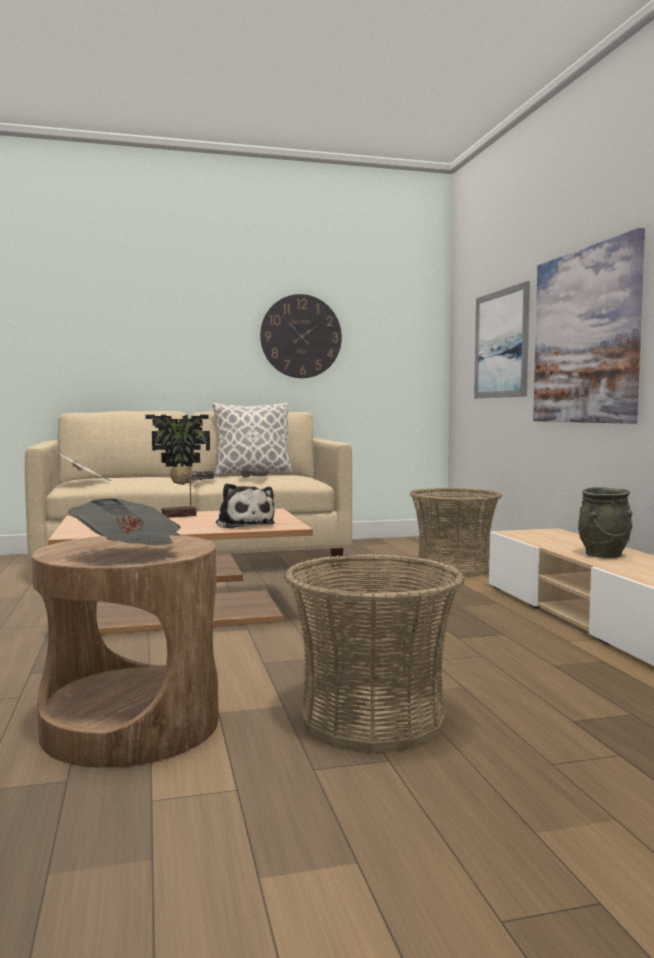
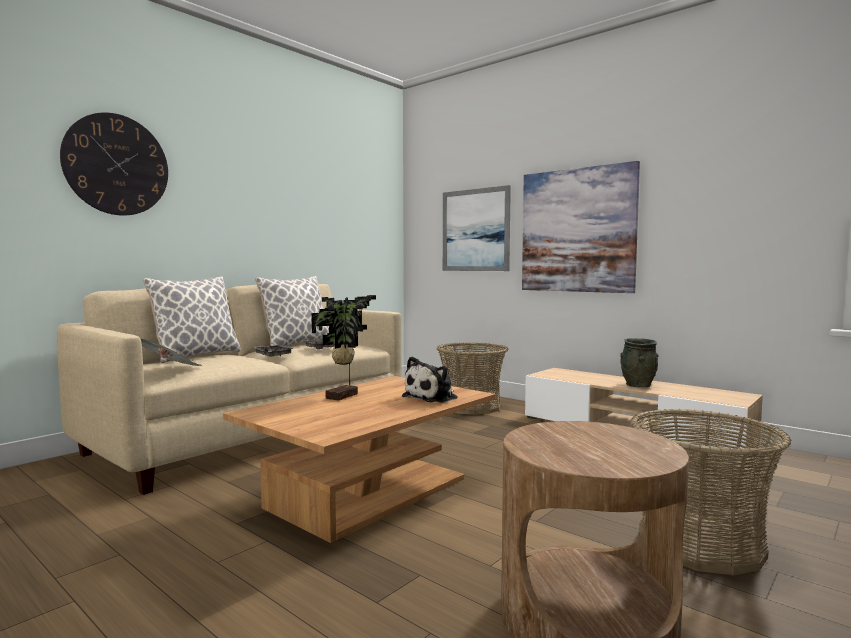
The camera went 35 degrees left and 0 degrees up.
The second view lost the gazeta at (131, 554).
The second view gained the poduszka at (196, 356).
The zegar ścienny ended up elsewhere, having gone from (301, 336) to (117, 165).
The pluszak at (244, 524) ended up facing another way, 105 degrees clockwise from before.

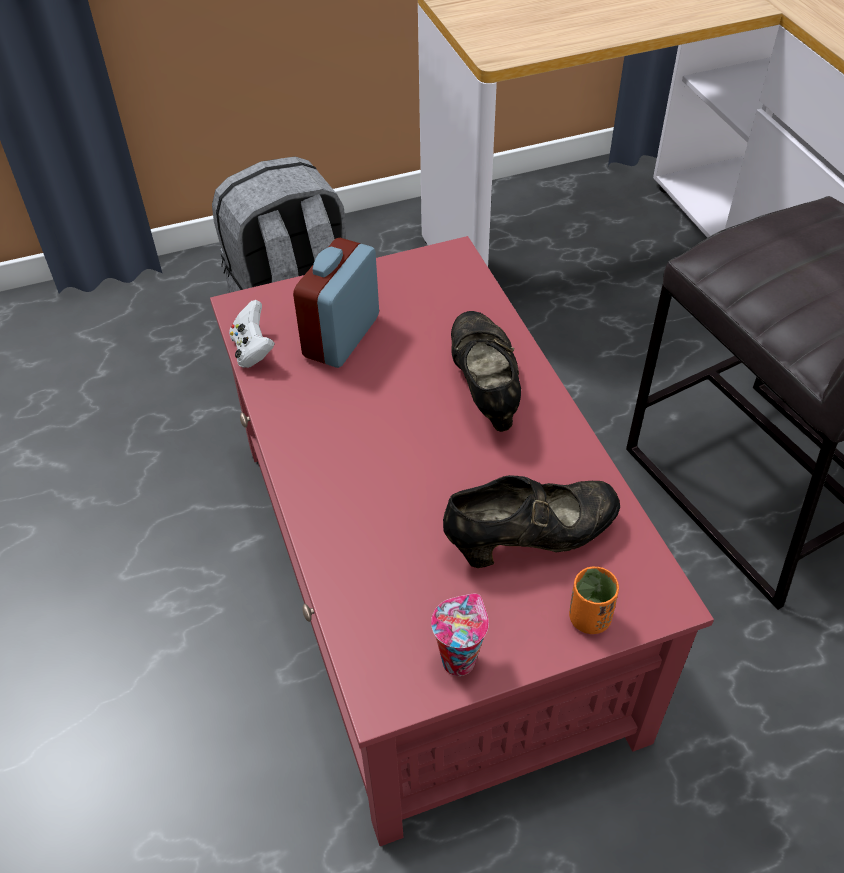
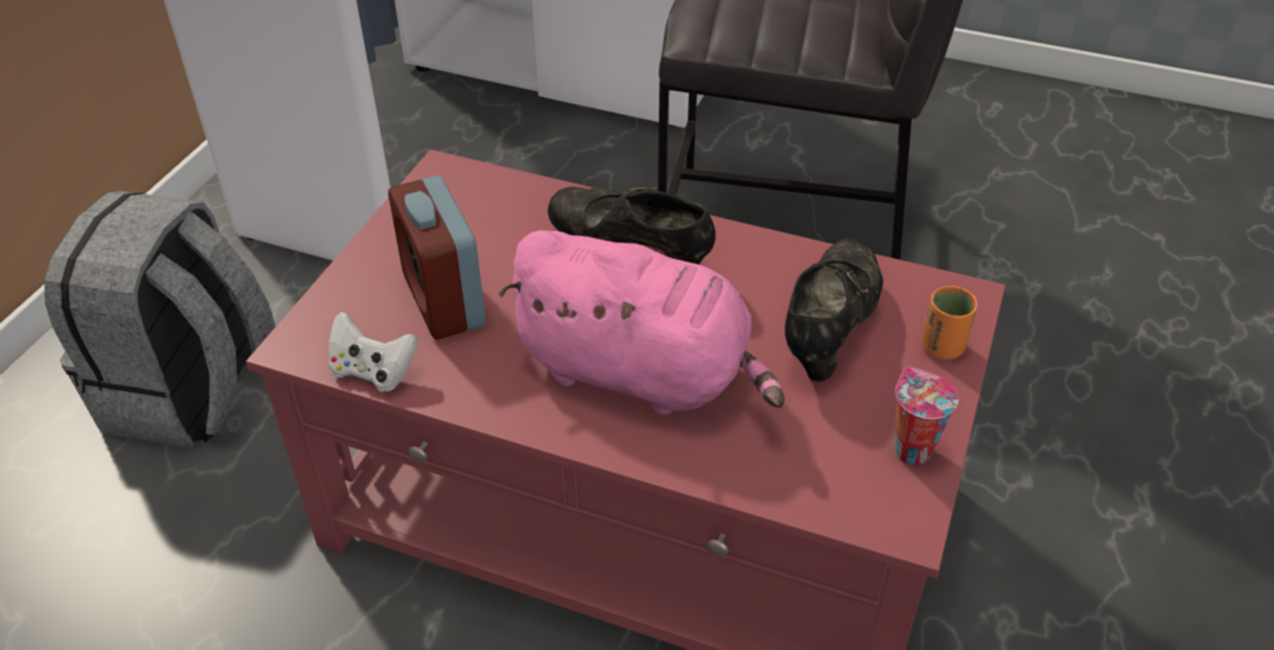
The camera went 50 degrees left and 5 degrees down.
The second view gained the pluszak [różowy] at (641, 373).

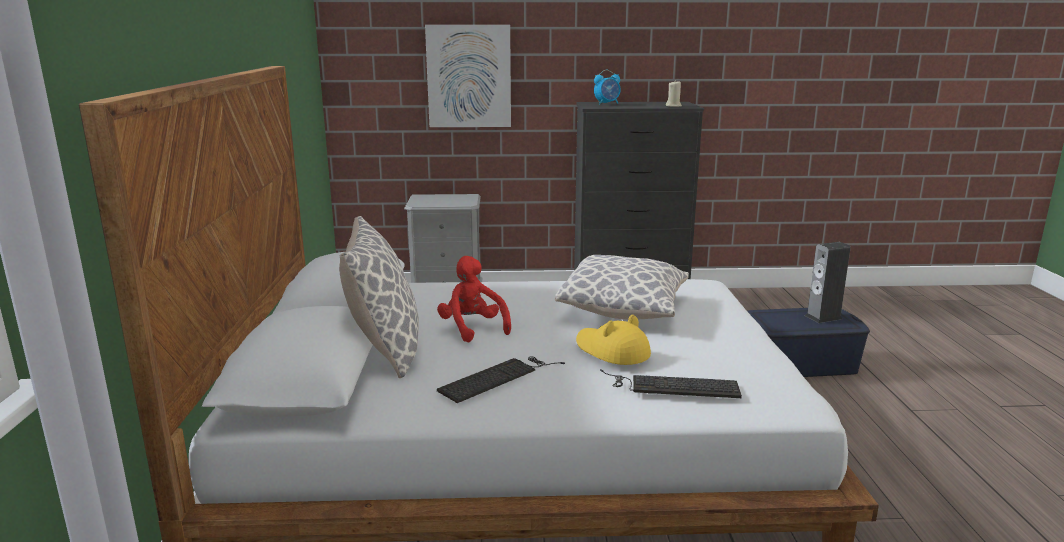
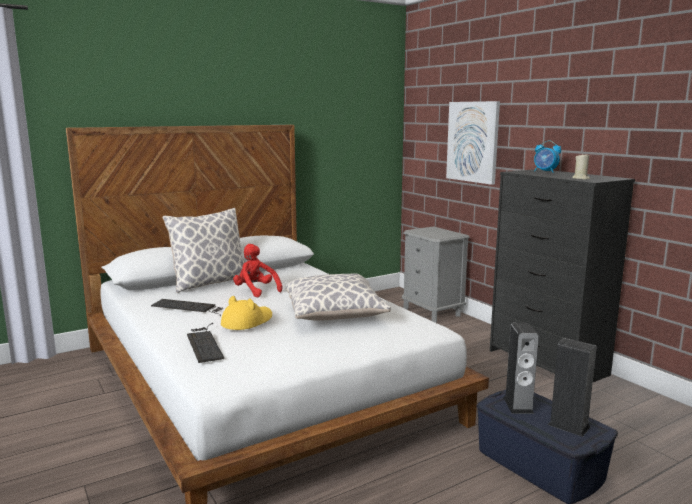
The camera went 60 degrees right and 5 degrees down.
The second view gained the głośnik at (518, 405).
The pluszak [czerwony] at (472, 328) ended up facing another way, 75 degrees counterclockwise from before.

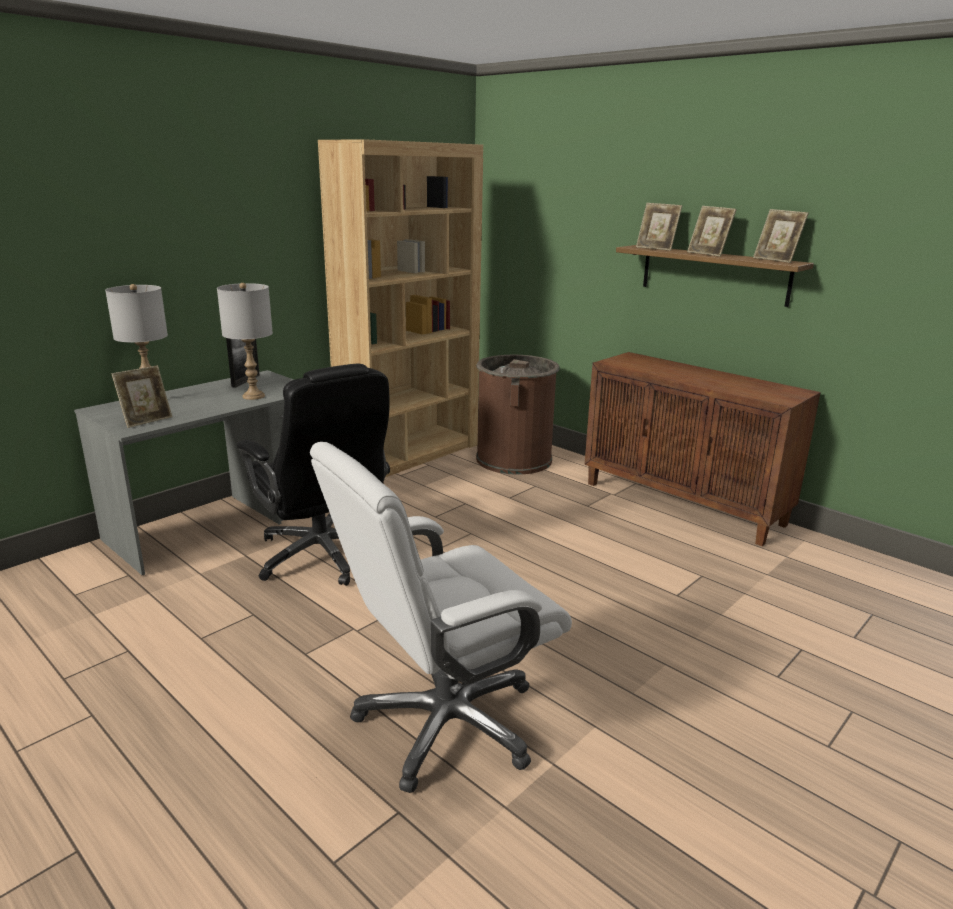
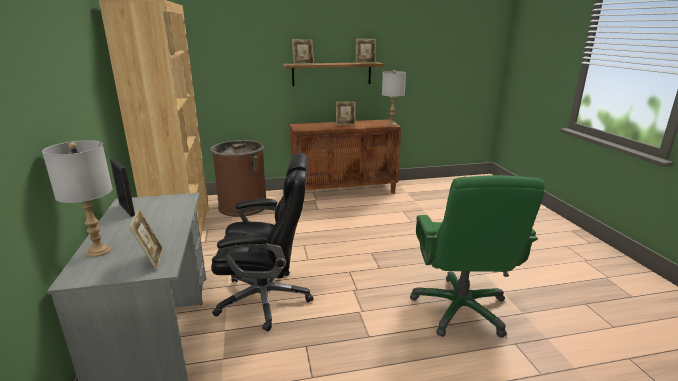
The camera went 55 degrees left and 0 degrees up.
The lampa stołowa [szary] ended up elsewhere, having gone from (253, 396) to (391, 124).
The ramka na zdjęcie ended up elsewhere, having gone from (708, 254) to (345, 124).
What was the krzesło biurowe [biały] at (446, 723) turned into the krzesło biurowe [zielony] at (460, 309).

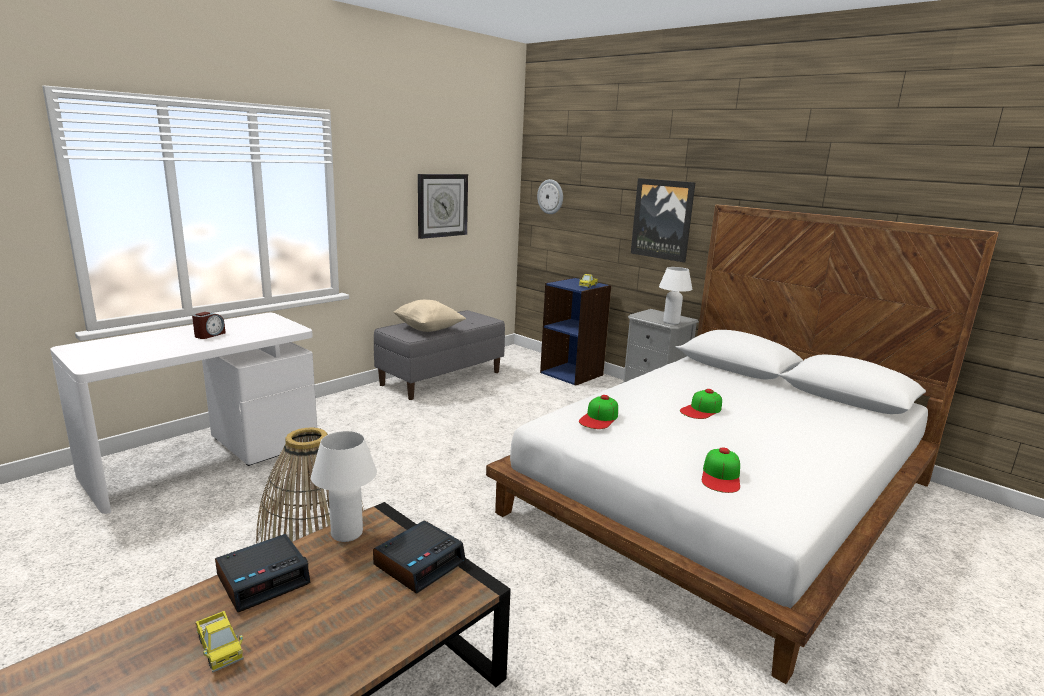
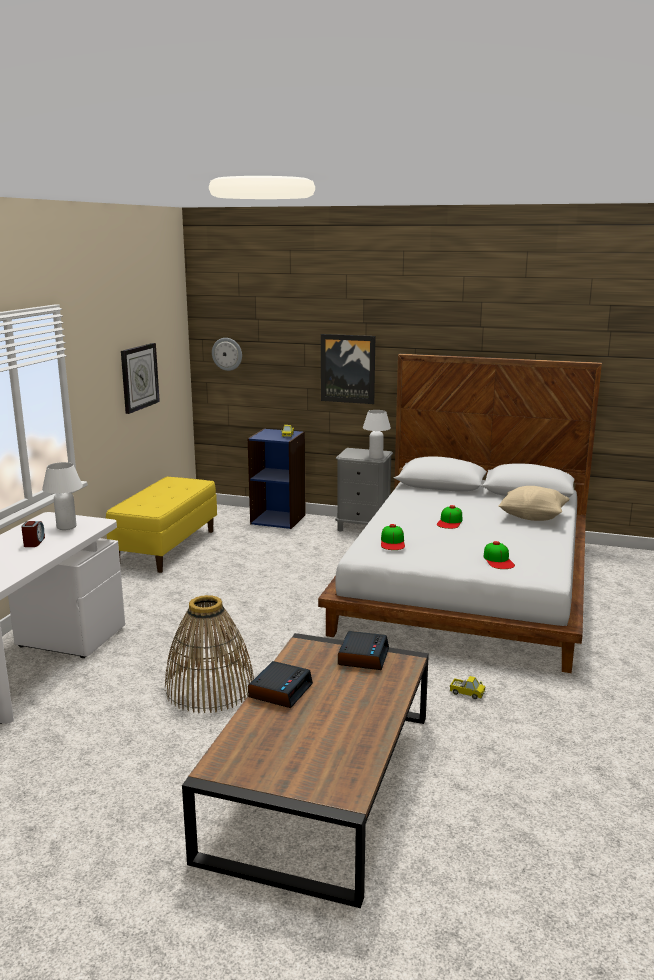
The camera went 25 degrees left and 0 degrees up.
The ciężarówka zabawkowa ended up elsewhere, having gone from (220, 649) to (467, 693).
The lampa stołowa [biały] ended up elsewhere, having gone from (347, 533) to (66, 527).
The poduszka [beżowy] ended up elsewhere, having gone from (428, 329) to (532, 517).
What was the ławka [szary] at (441, 378) turned into the ławka [żółty] at (166, 547).

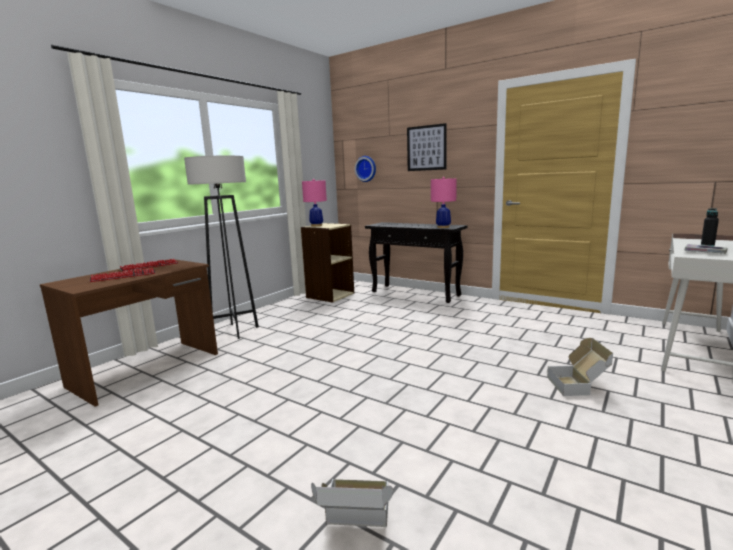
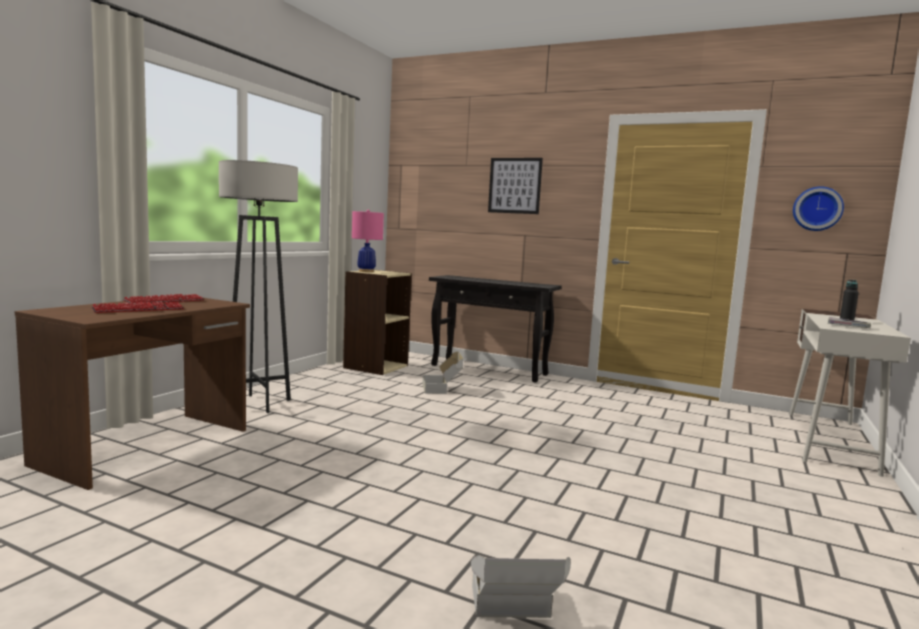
The camera went 10 degrees left and 5 degrees down.
The second view lost the lampa stołowa [różowy] at (443, 227).
The zegar ścienny ended up elsewhere, having gone from (366, 169) to (817, 209).
The karton ended up elsewhere, having gone from (578, 385) to (442, 389).

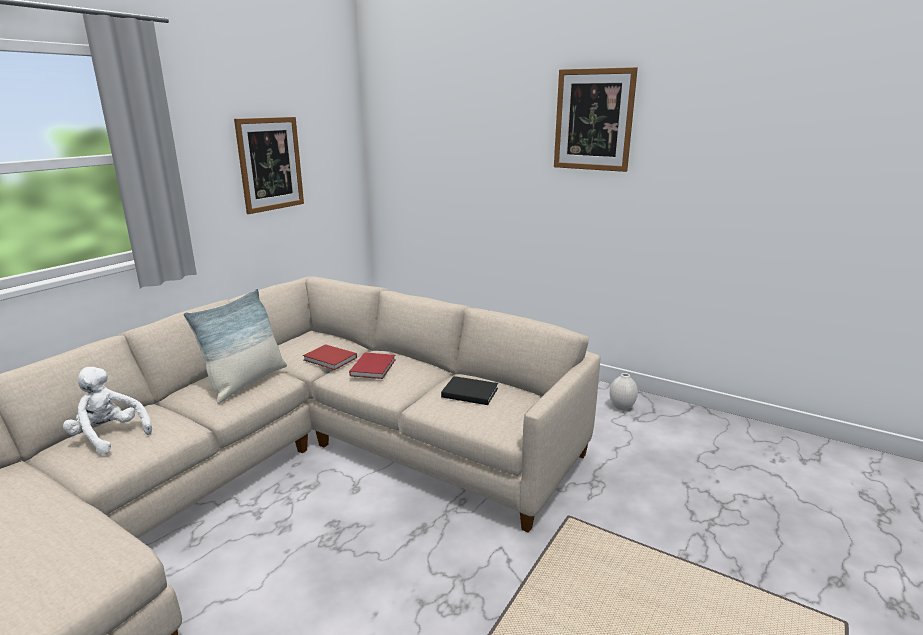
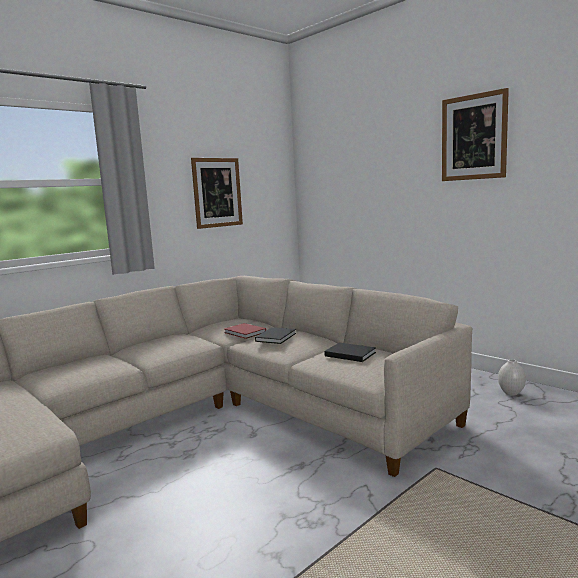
The camera went 15 degrees right and 10 degrees down.
The second view lost the pluszak [biały] at (109, 436).
The second view lost the poduszka at (246, 382).
What was the książka [czerwony] at (374, 367) turned into the książka [czarny] at (277, 337).

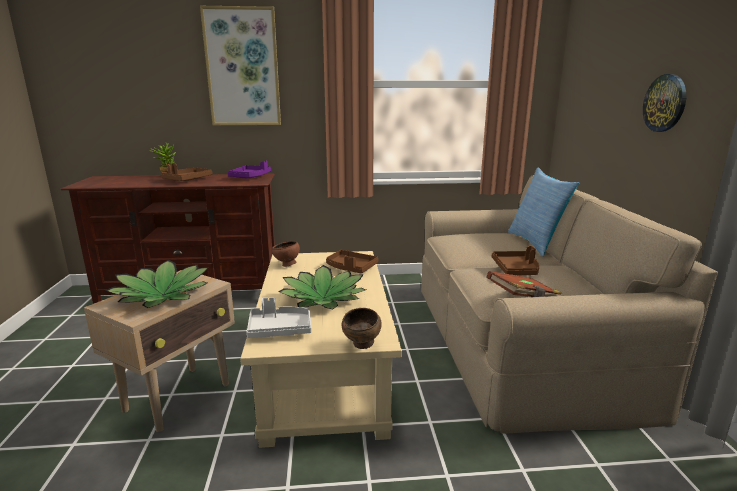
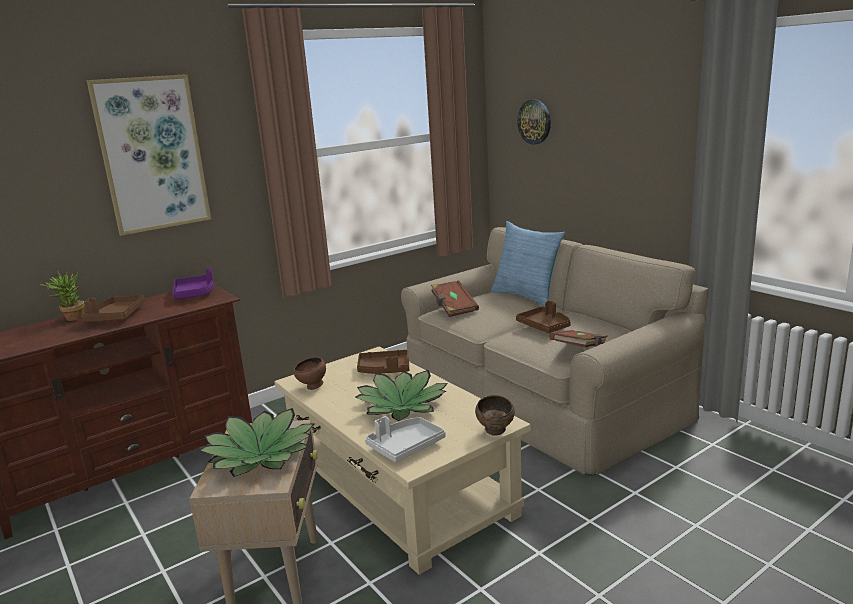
The camera went 30 degrees left and 0 degrees up.
The second view gained the książka [brązowy] at (453, 308).
The zegar ścienny ended up elsewhere, having gone from (665, 103) to (534, 122).

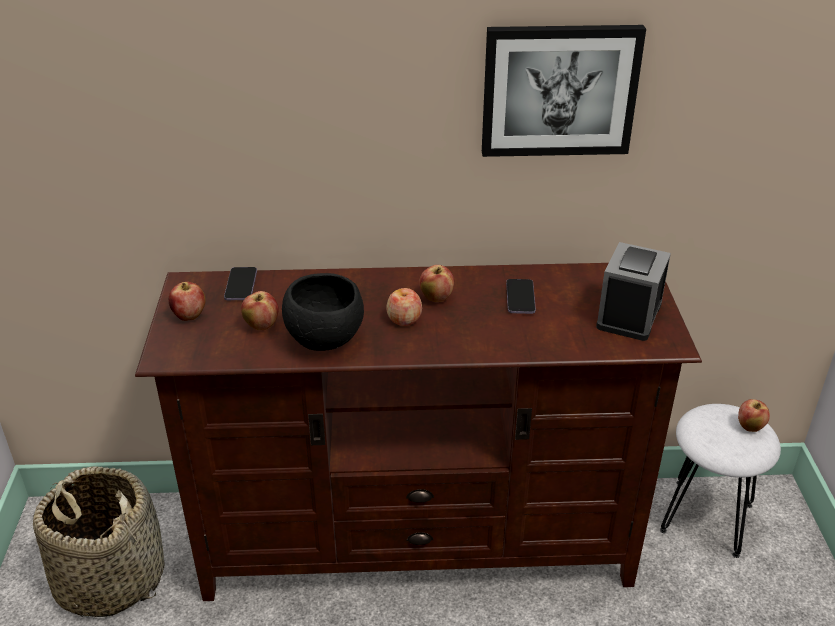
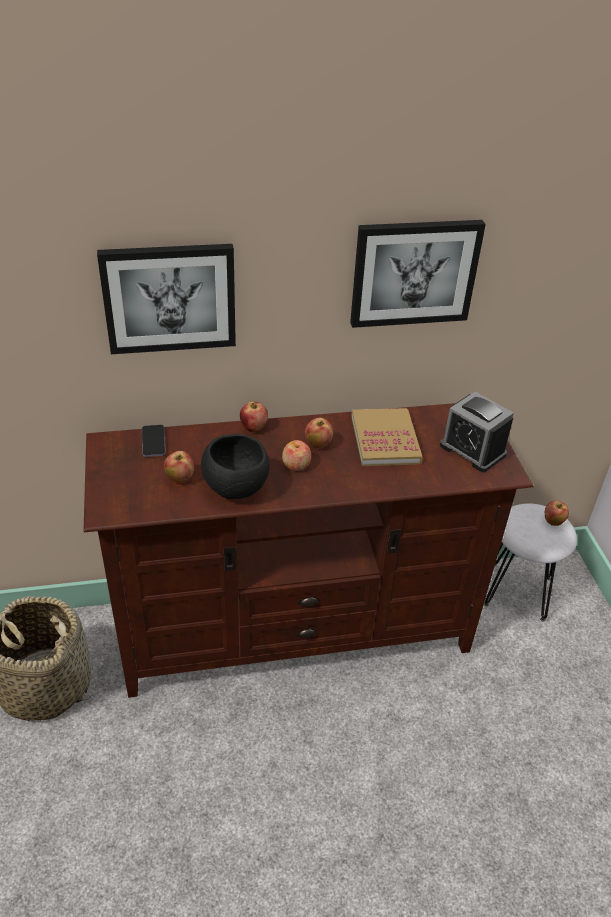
The camera went 10 degrees left and 5 degrees up.
The second view gained the obraz at (169, 297).
The jabłko ended up elsewhere, having gone from (189, 316) to (253, 428).
Where the telefon stood at (520, 298), the książka came to stand at (385, 440).
The budzik at (629, 315) ended up facing another way, 60 degrees counterclockwise from before.

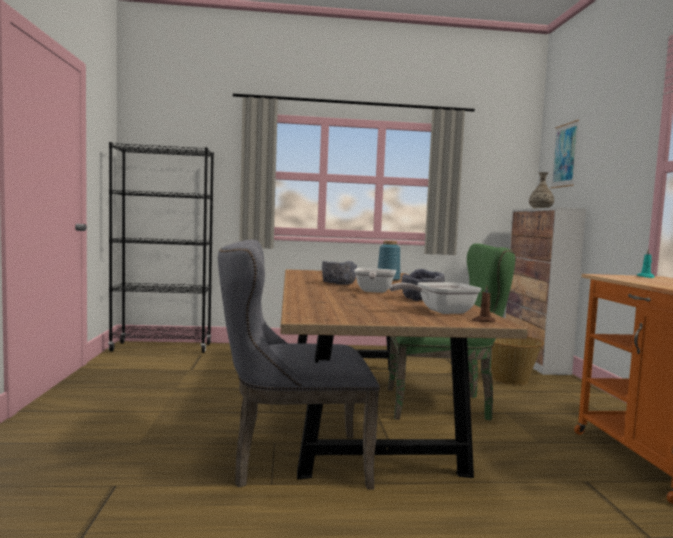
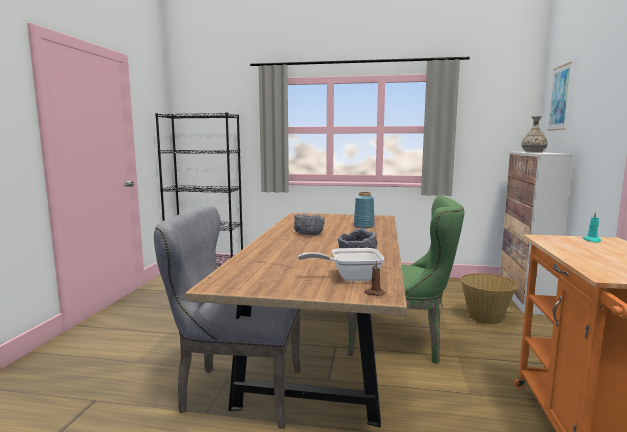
The camera went 15 degrees right and 5 degrees up.
The second view lost the patelnia at (373, 291).

